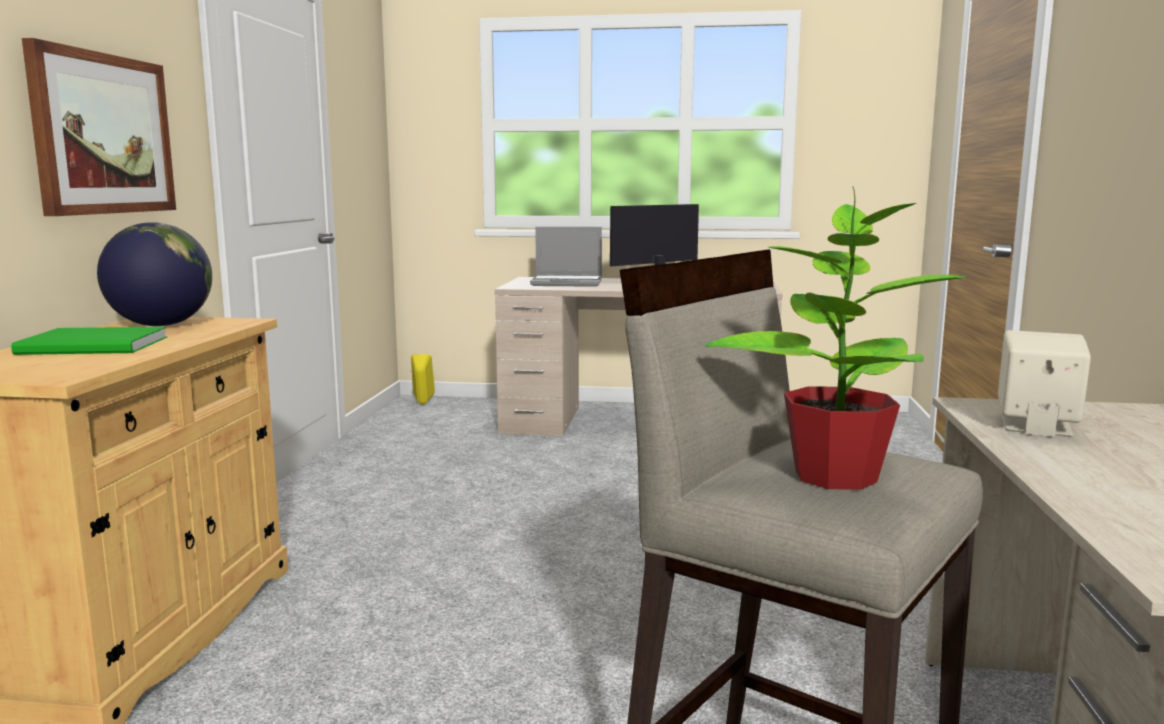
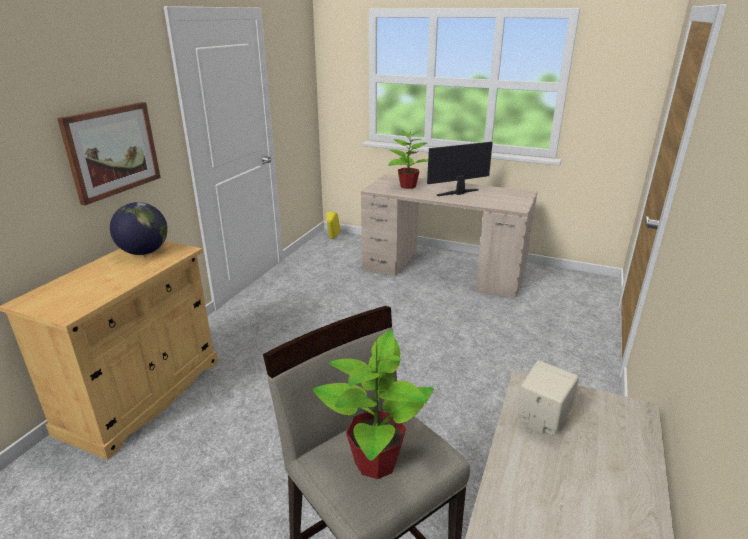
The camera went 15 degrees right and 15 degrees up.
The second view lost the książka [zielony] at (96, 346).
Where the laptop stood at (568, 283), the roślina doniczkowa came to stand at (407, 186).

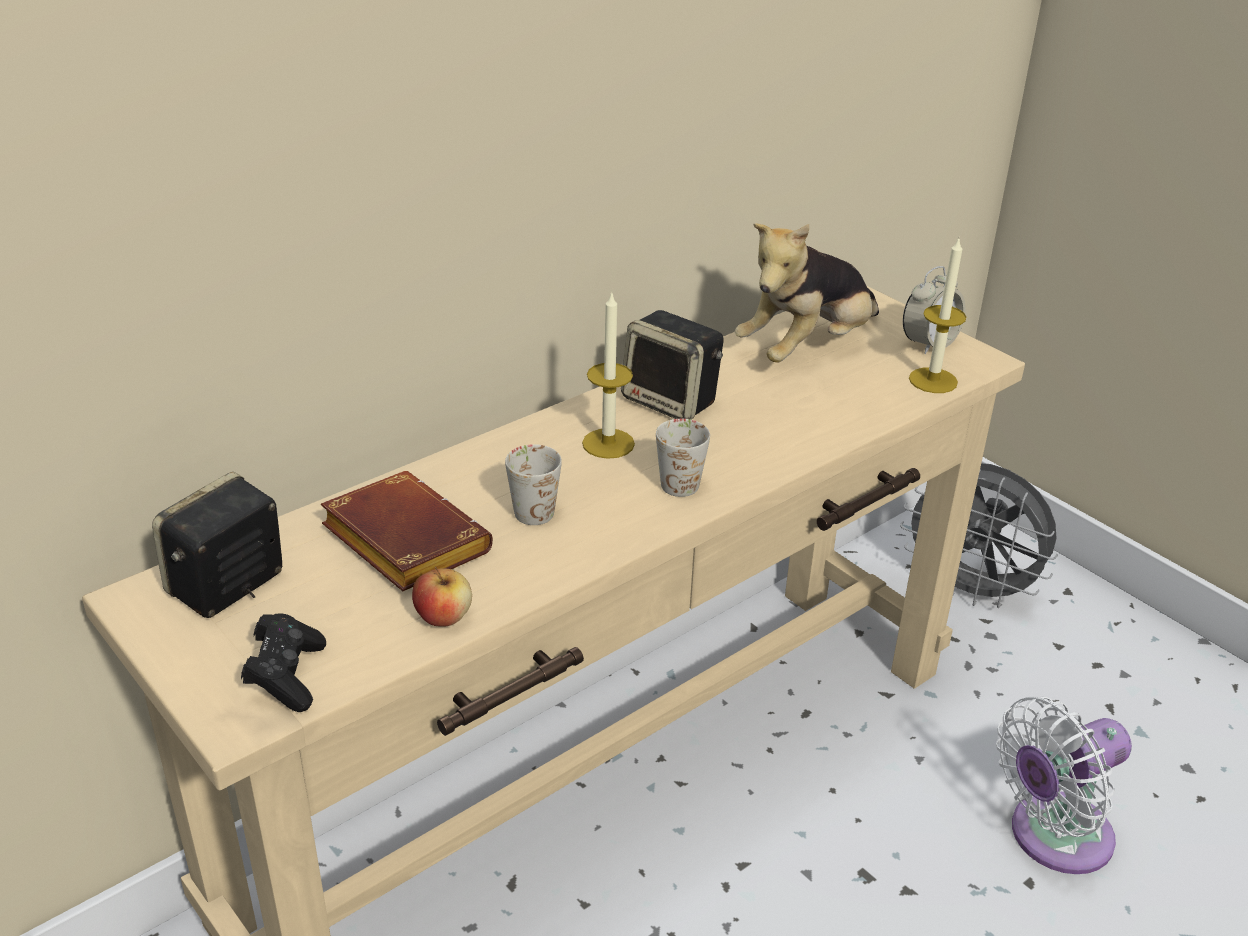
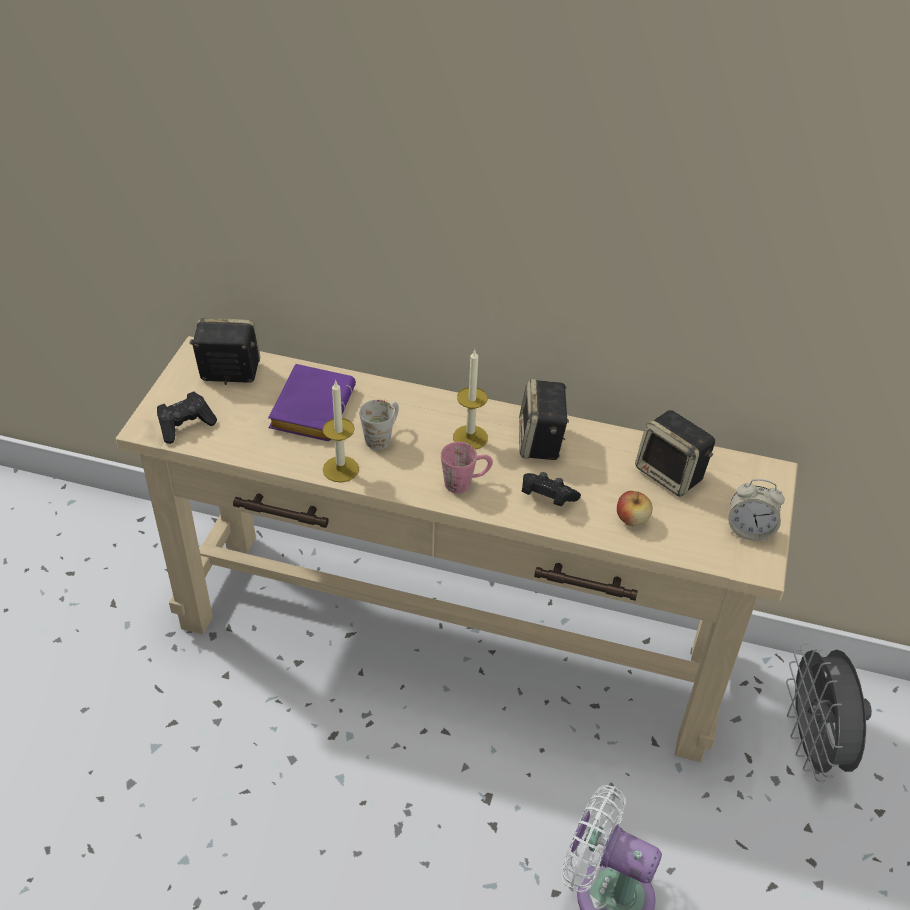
The camera went 55 degrees right and 10 degrees up.
The second view gained the pad do gier [czarny] at (546, 498).
The jabłko ended up elsewhere, having gone from (443, 617) to (632, 519).
The świeca ended up elsewhere, having gone from (933, 380) to (341, 469).
Where the pluszak stood at (807, 348), the głośnik came to stand at (671, 474).
What was the książka [brązowy] at (400, 541) turned into the książka [fioletowy] at (311, 407).
What was the kubek [biały] at (682, 478) turned into the kubek [różowy] at (466, 482).

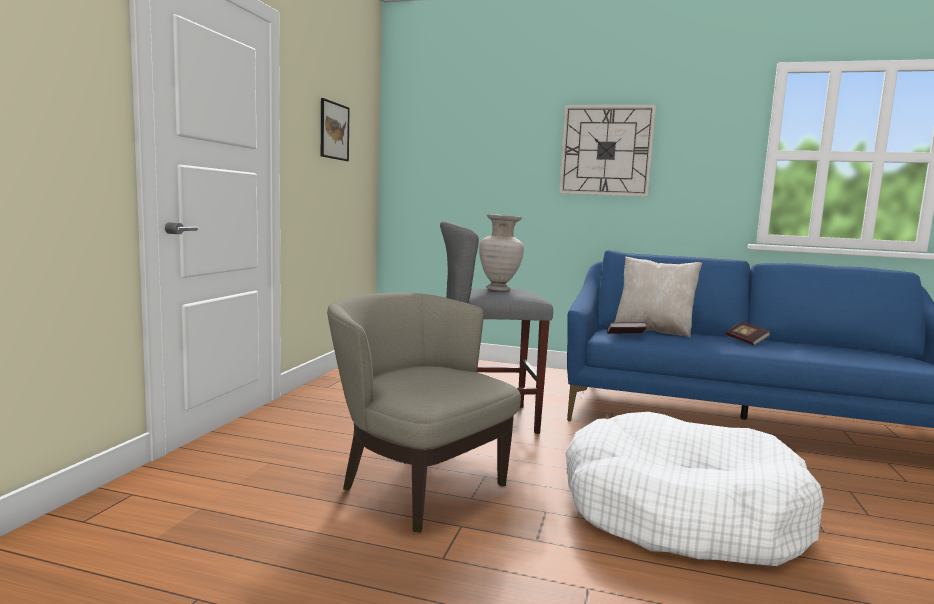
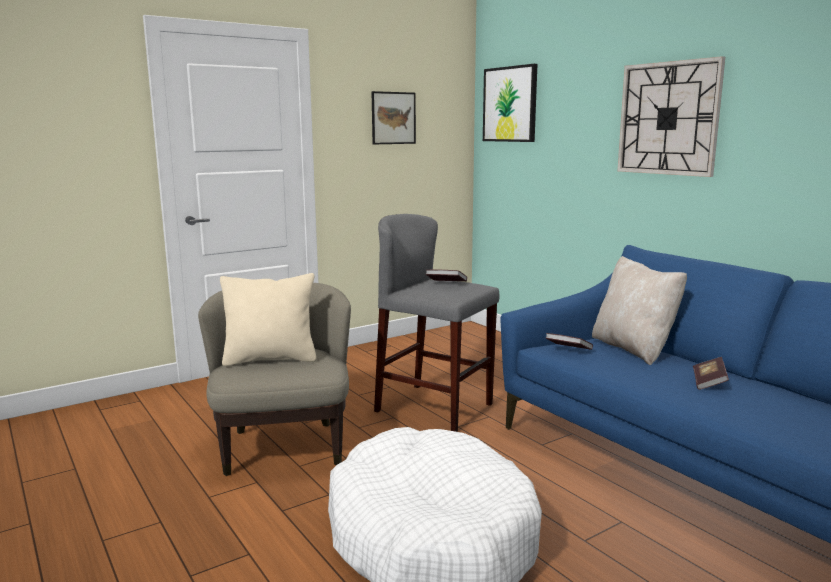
The camera went 40 degrees right and 5 degrees up.
The second view gained the poduszka [beżowy] at (271, 359).
The second view gained the obraz at (510, 104).
Where the wazon [beżowy] stood at (499, 289), the książka came to stand at (446, 283).

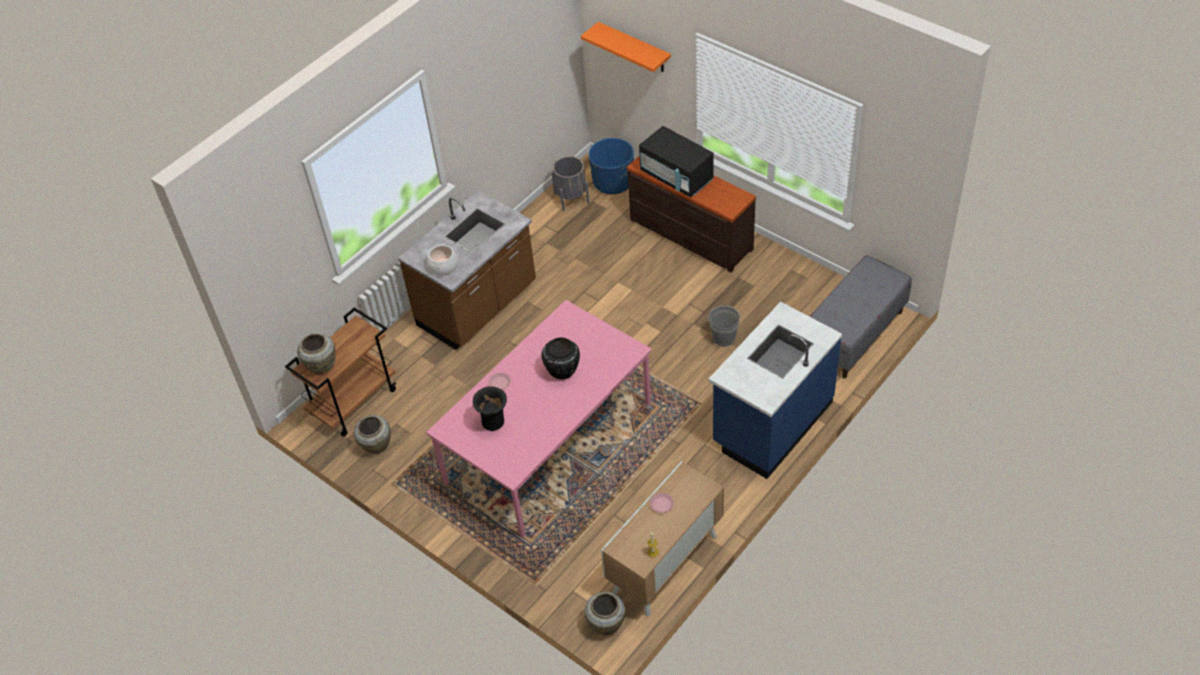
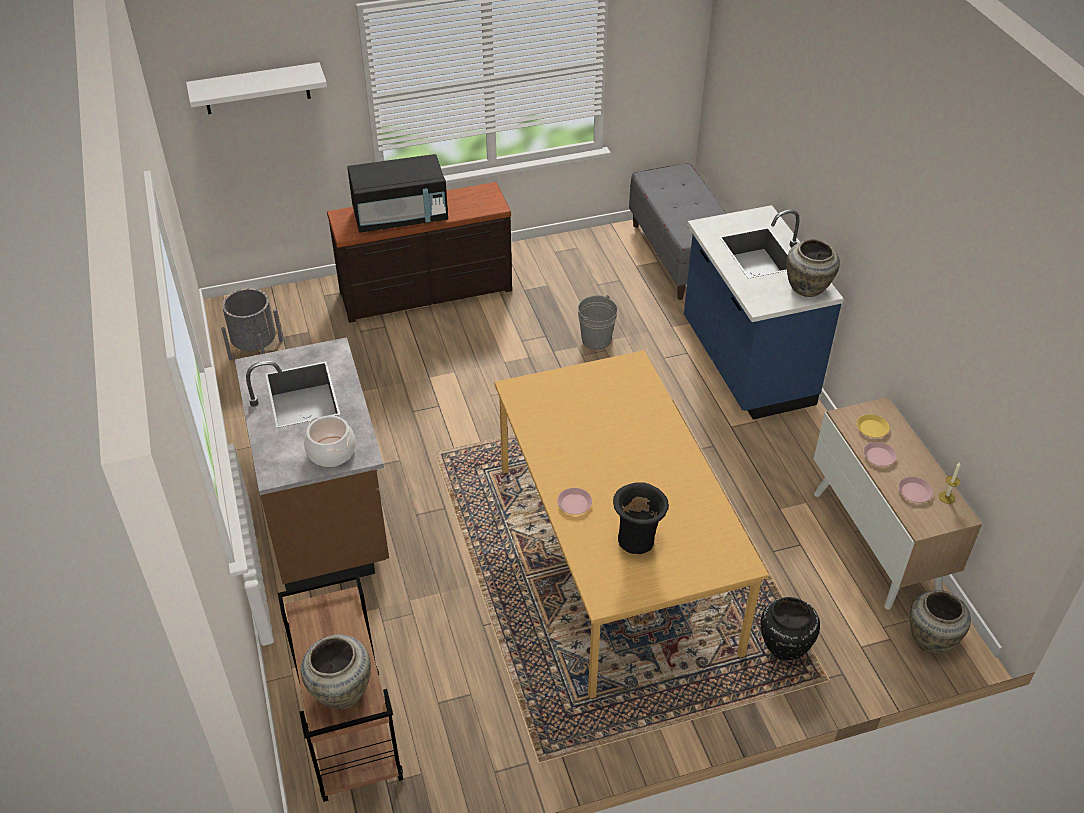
The camera went 60 degrees left and 5 degrees down.
The second view lost the donica [niebieski] at (613, 182).
The second view gained the talerz [żółty] at (872, 428).
The second view gained the talerz [różowy] at (914, 492).
The wazon [beżowy] ended up elsewhere, having gone from (376, 446) to (807, 289).
The wazon [czarny] ended up elsewhere, having gone from (563, 370) to (784, 645).
What was the stół jadalny [różowy] at (549, 444) turned into the stół jadalny [pomarańczowy] at (616, 557).
What was the półka [pomarańczowy] at (634, 48) turned into the półka [biały] at (256, 88).

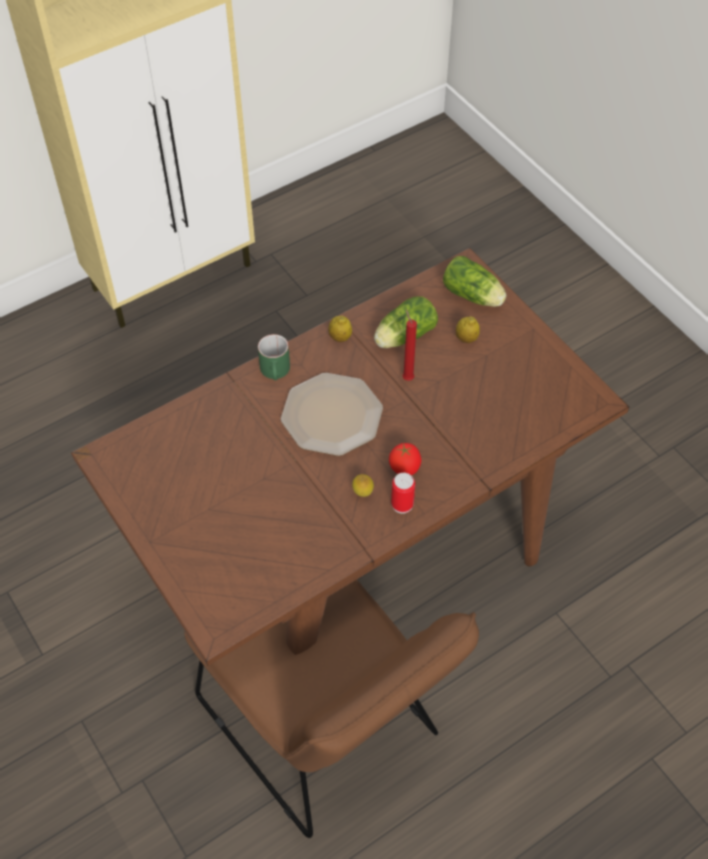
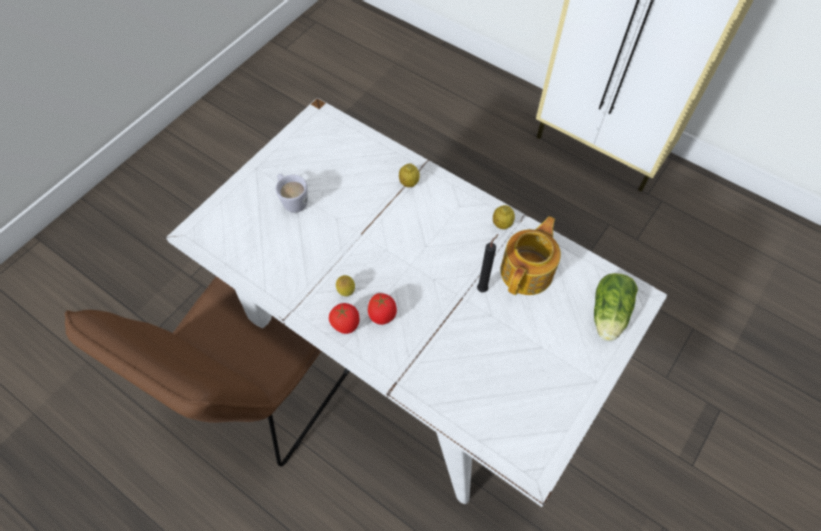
The camera went 70 degrees right and 5 degrees up.
The second view lost the kubek [zielony] at (276, 372).
The second view lost the talerz at (331, 415).
The second view gained the kubek [biały] at (292, 200).
The cytryna ended up elsewhere, having gone from (466, 338) to (409, 183).
Where the sałata stood at (403, 336), the imbryk came to stand at (528, 271).
Where the puszka stood at (402, 504), the pomidor came to stand at (346, 325).
What was the stół jadalny [brązowy] at (354, 559) turned into the stół jadalny [biały] at (410, 356).
What was the świeca [czerwony] at (407, 377) turned into the świeca [czarny] at (483, 288).

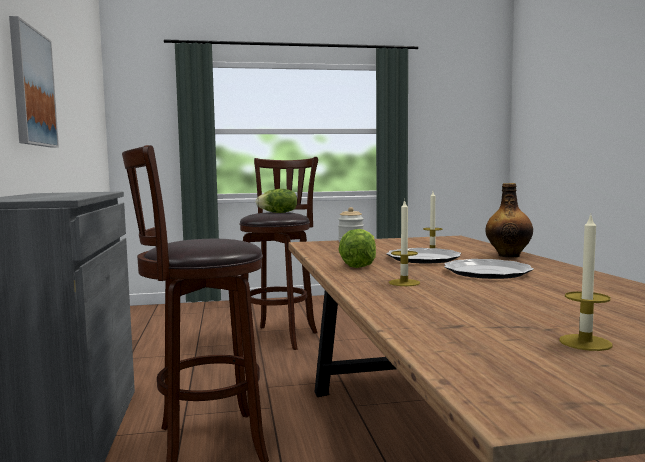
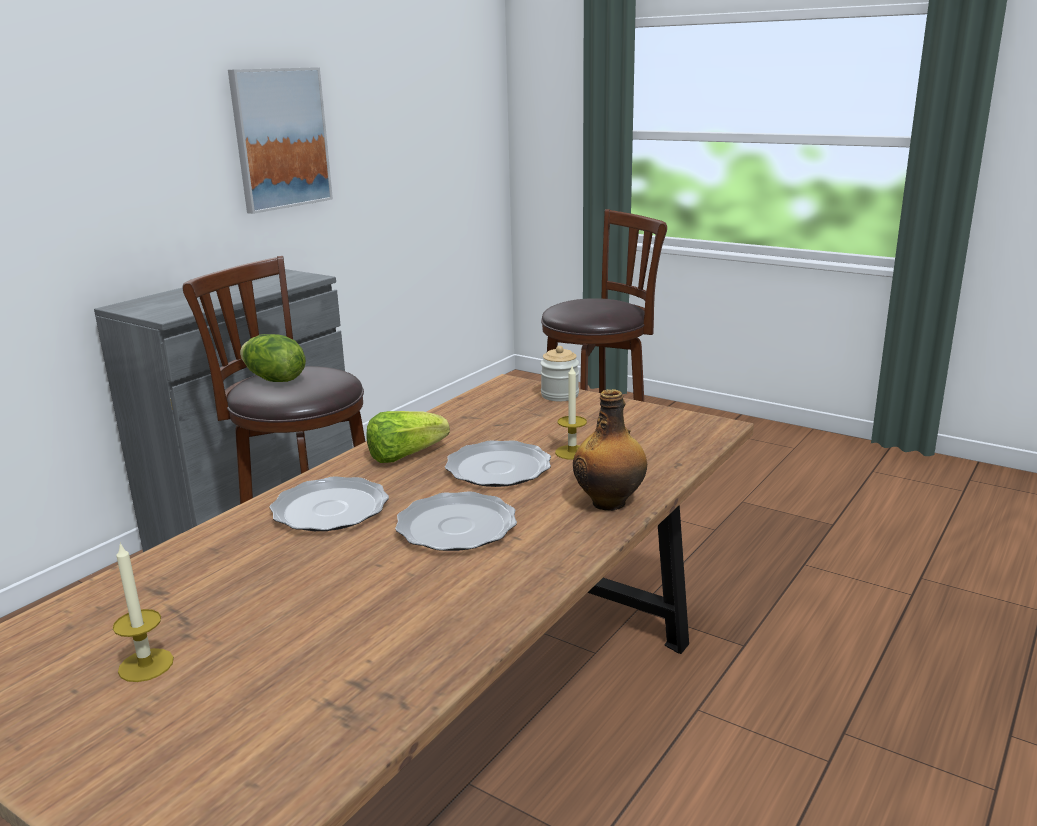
The camera went 45 degrees right and 15 degrees up.
The sałata ended up elsewhere, having gone from (278, 212) to (274, 379).
Where the świeca stood at (404, 283), the talerz came to stand at (330, 509).

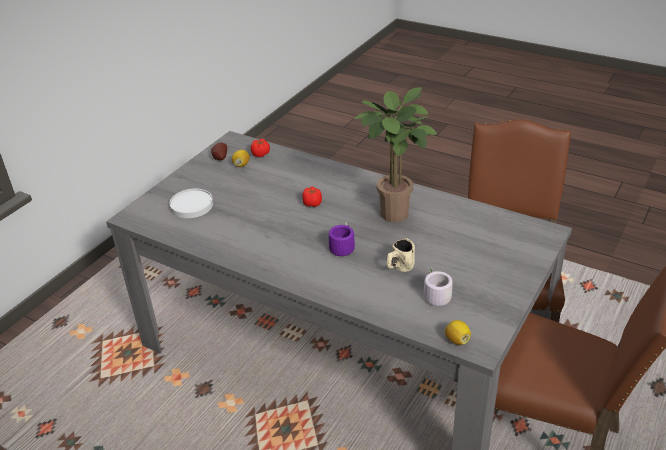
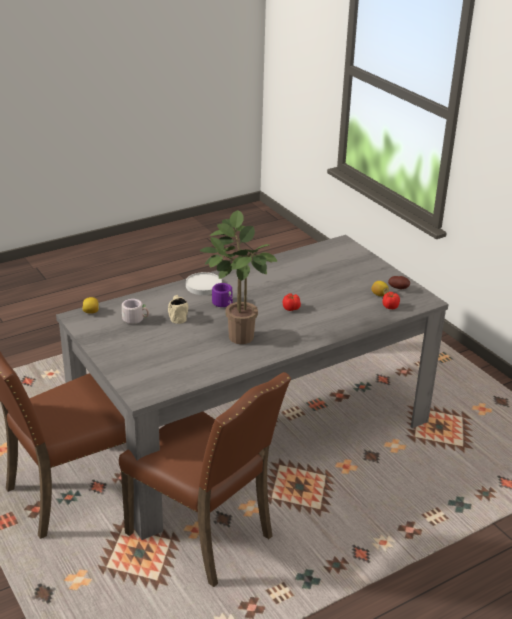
The camera went 115 degrees right and 5 degrees down.
The talerz [biały] ended up elsewhere, having gone from (192, 206) to (203, 286).

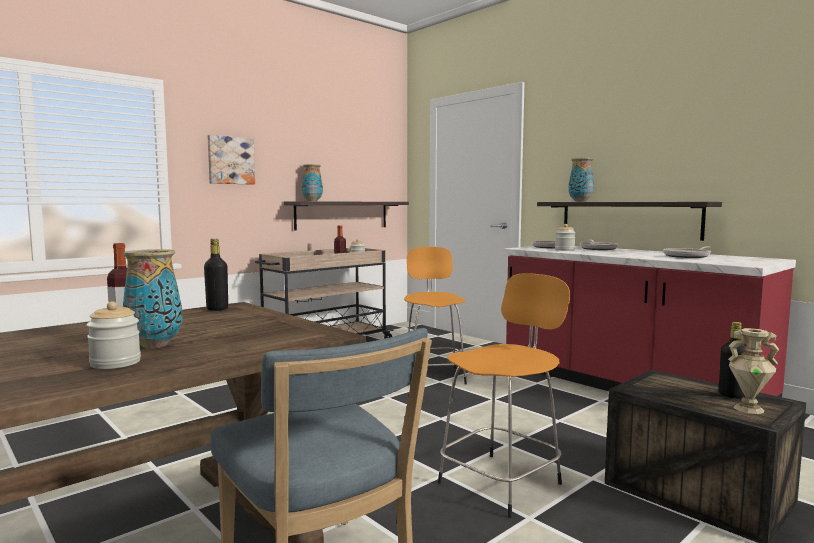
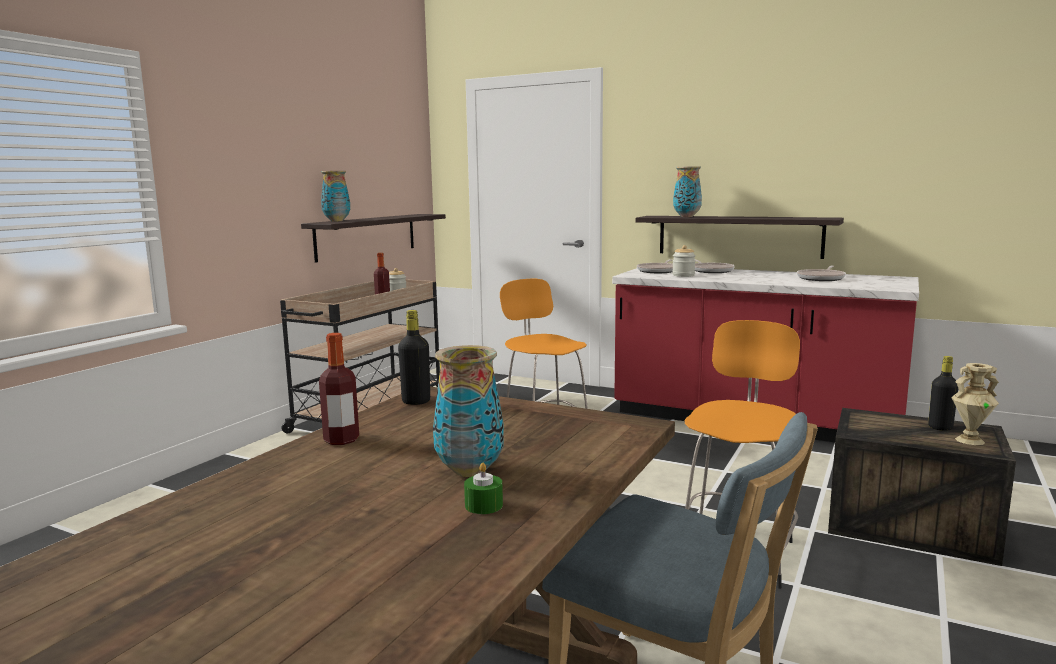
The camera went 20 degrees left and 5 degrees up.
The second view lost the obraz at (230, 160).
Where the słoik stood at (115, 363), the świeca [zielony] came to stand at (483, 505).

